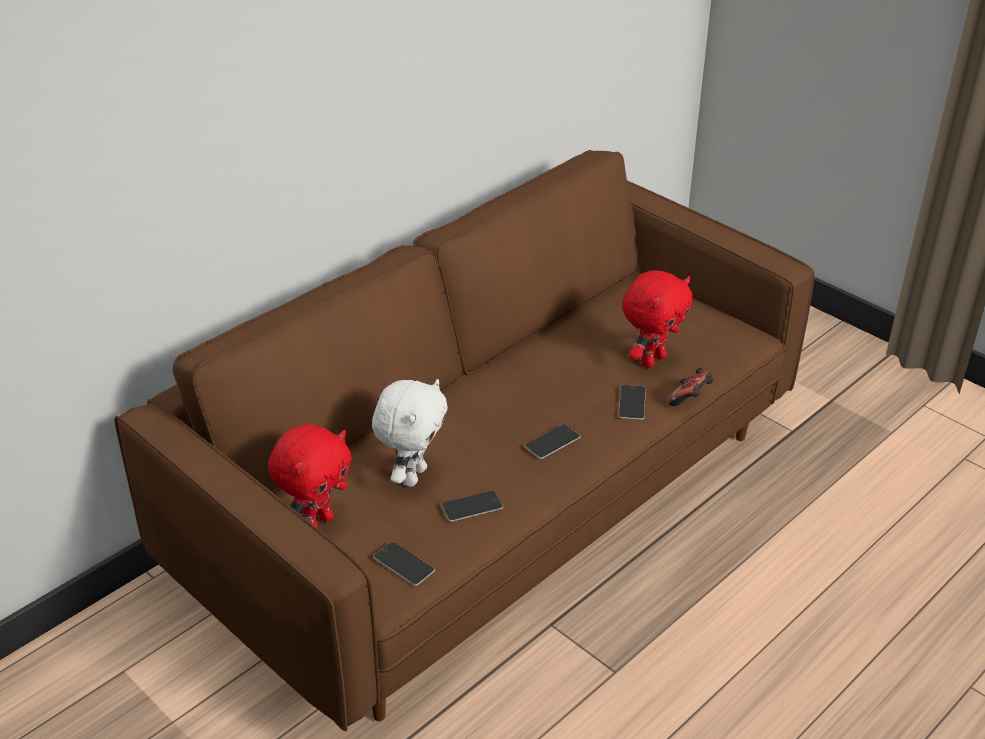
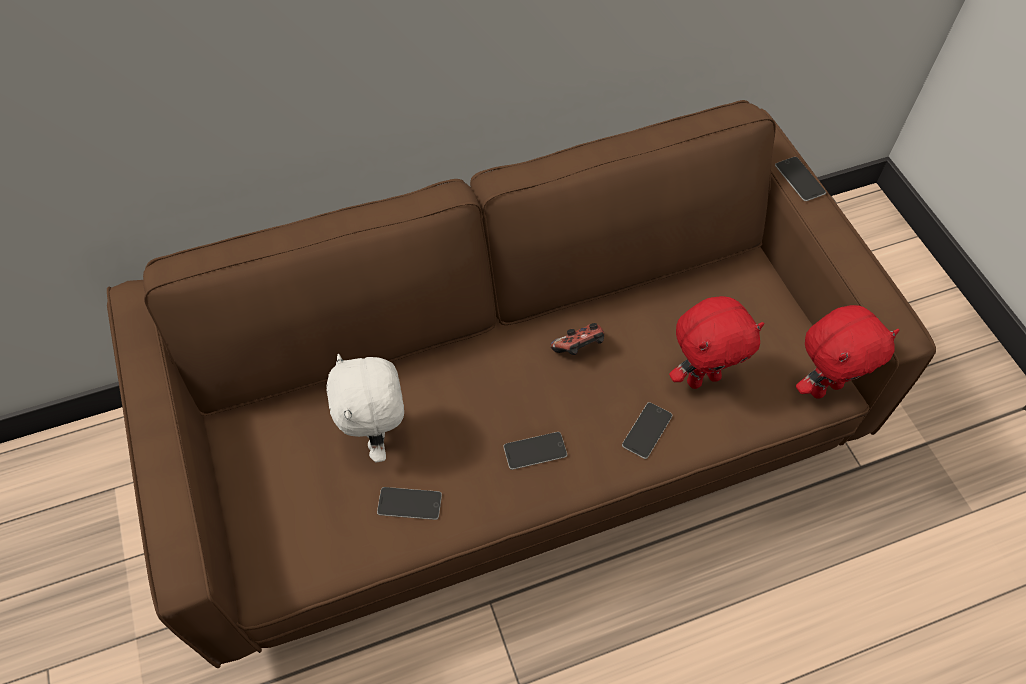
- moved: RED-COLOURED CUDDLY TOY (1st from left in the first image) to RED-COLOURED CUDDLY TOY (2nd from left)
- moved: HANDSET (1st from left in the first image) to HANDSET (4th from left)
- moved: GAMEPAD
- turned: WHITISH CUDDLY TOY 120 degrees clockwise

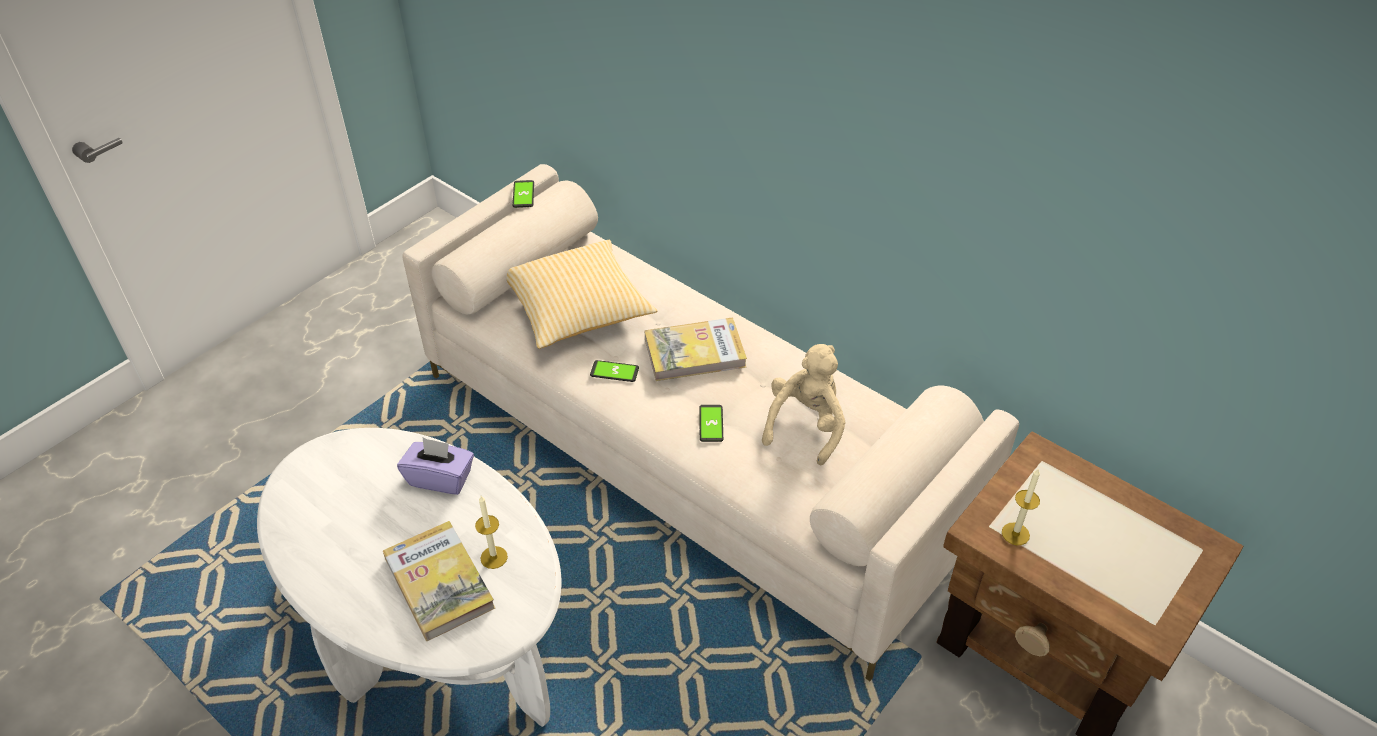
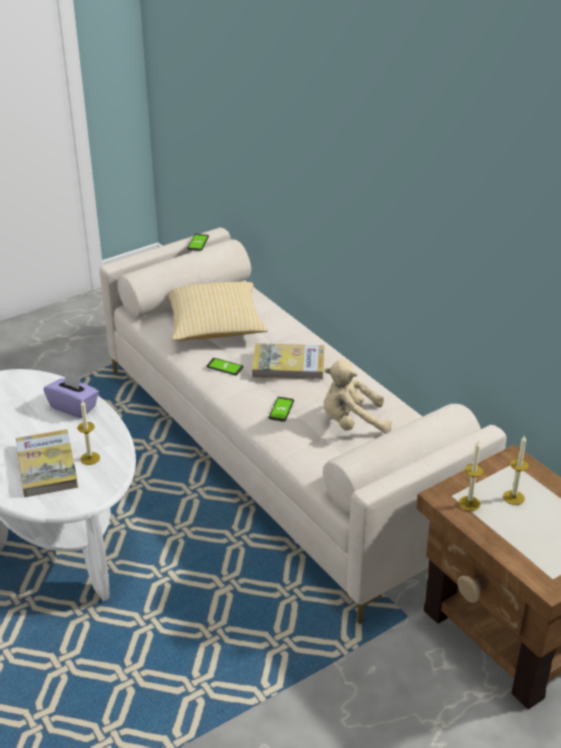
- added: CANDLE (3rd from left)
- turned: BEIGE CUDDLY TOY 135 degrees counterclockwise

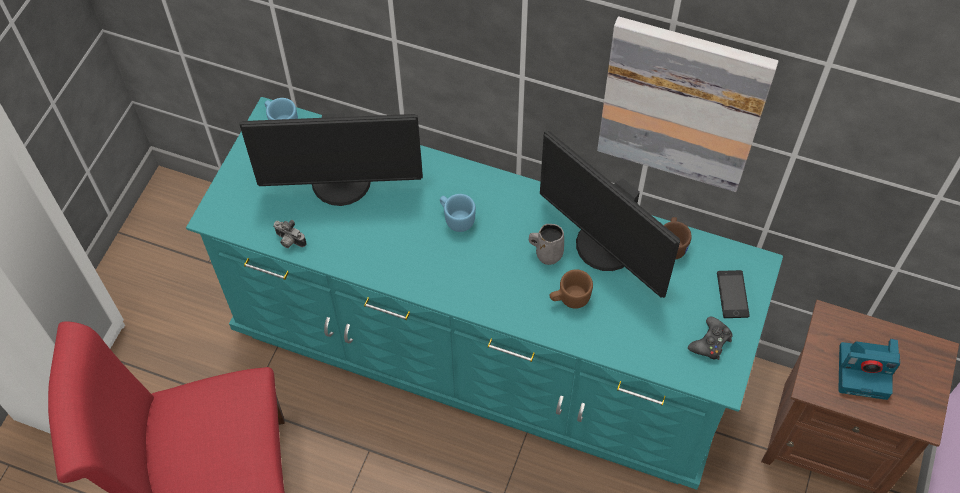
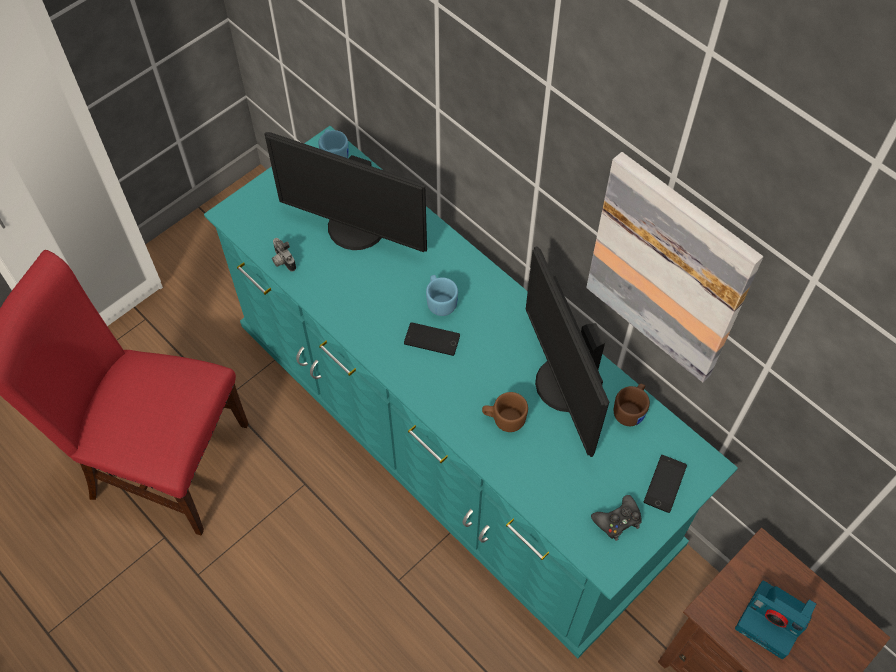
- removed: GREYISH TEA MUG
- added: HANDSET (1st from left)

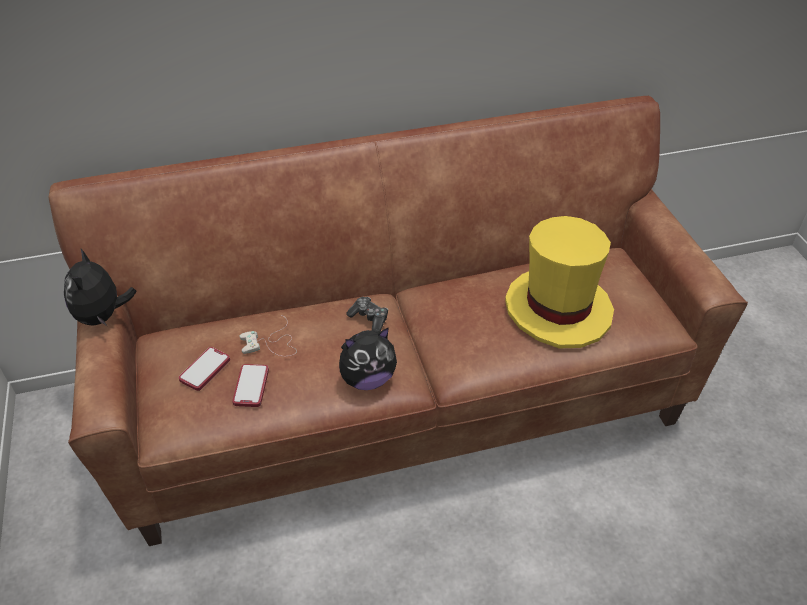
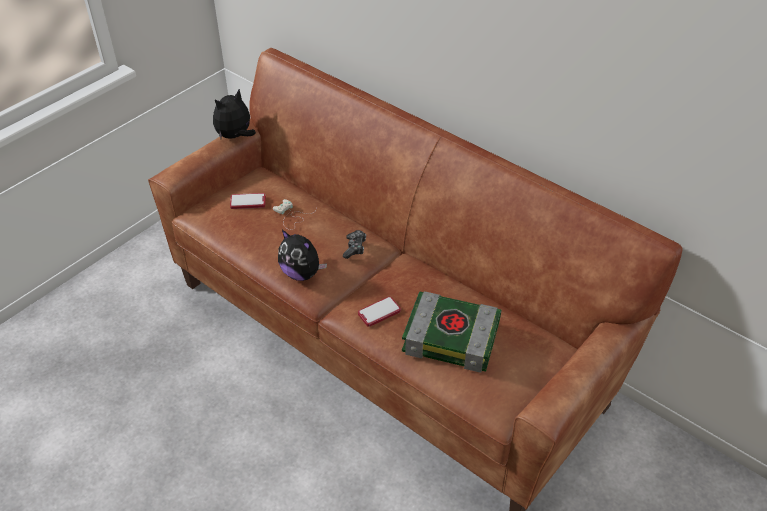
- moved: HANDSET (2nd from left)
- replaced: YELLOW-COLOURED HAT to VOLUME

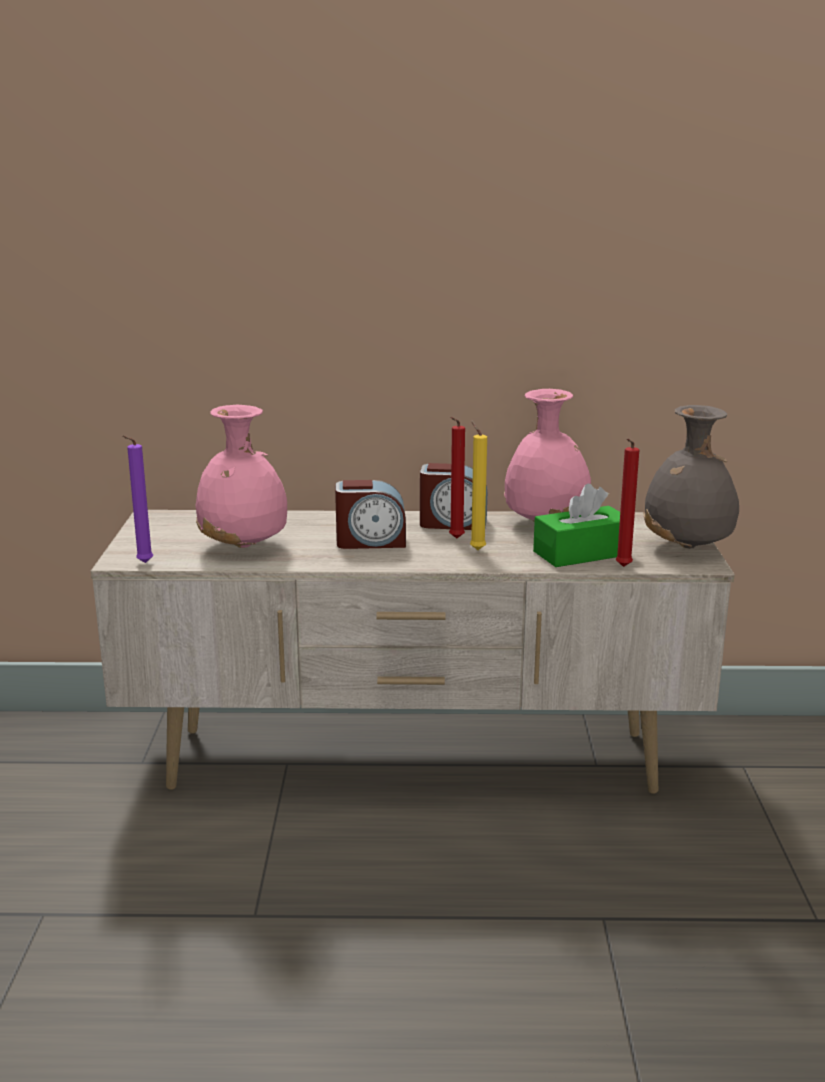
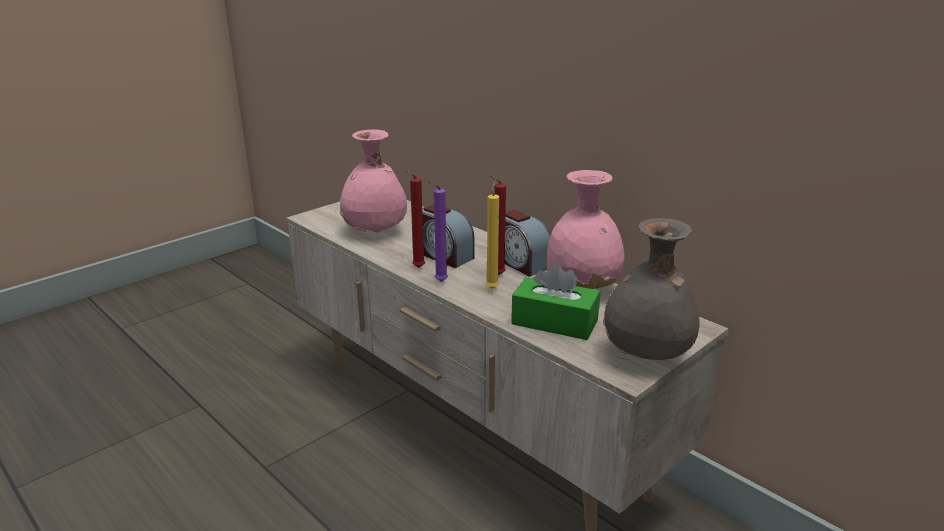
- moved: PURPLE CANDLE
- moved: RED-COLOURED CANDLE (2nd from left in the first image) to RED-COLOURED CANDLE (1st from left)

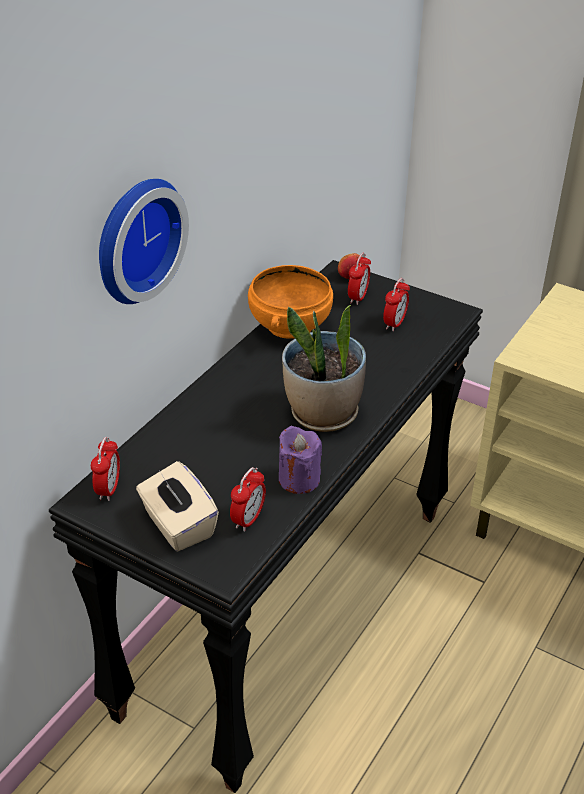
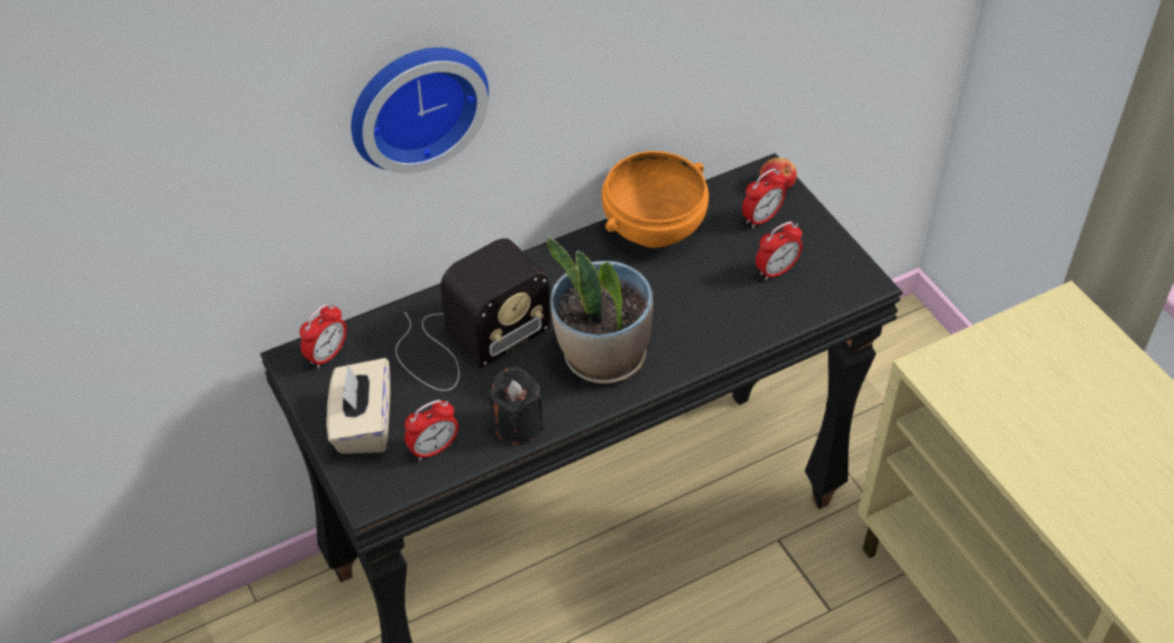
- added: RADIO SET
- recoloured: PURPLE CANDLE to BLACK CANDLE

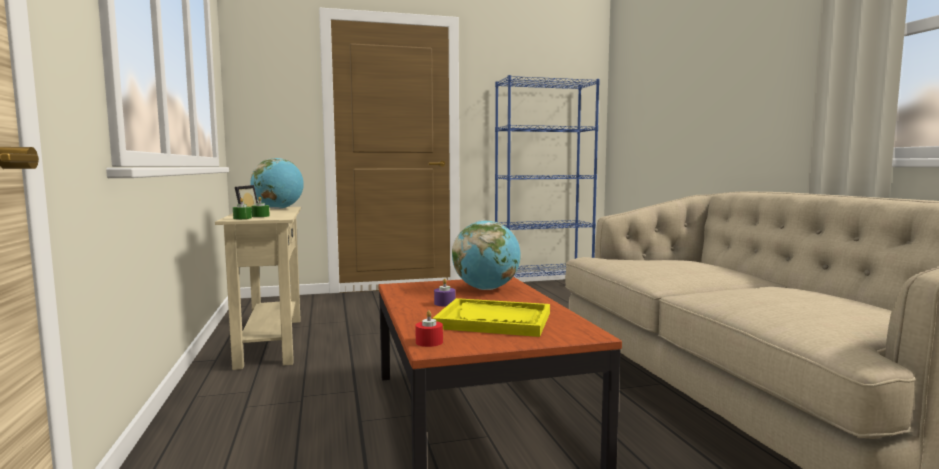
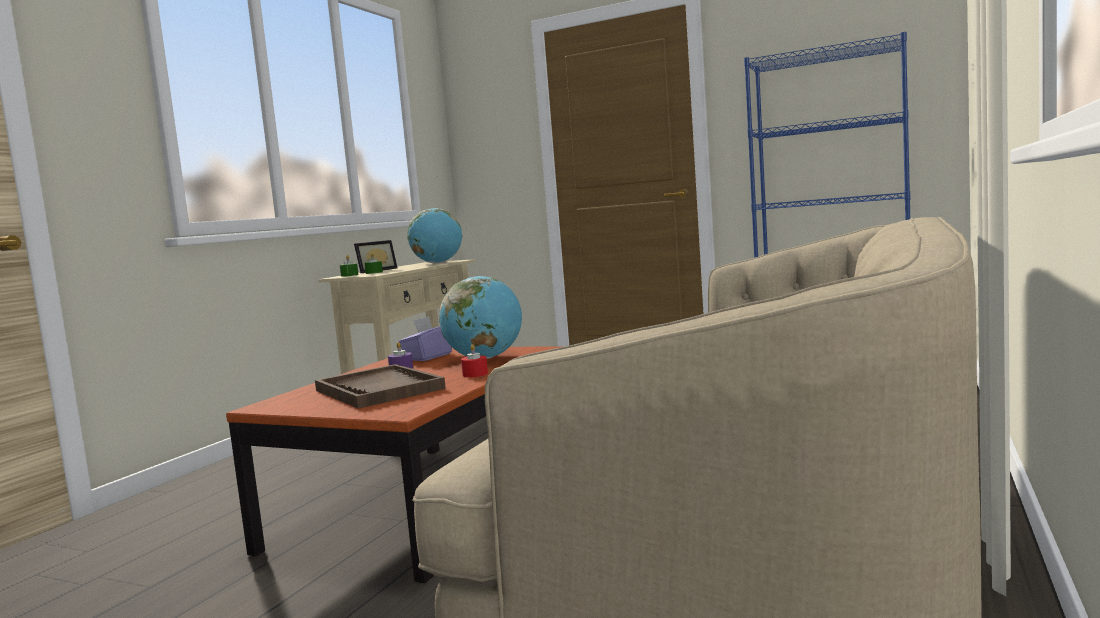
- added: PURPLE TISSUE HOLDER
- moved: RED-COLOURED CANDLE
- recoloured: YELLOW-COLOURED TRAY to BROWN-COLOURED TRAY

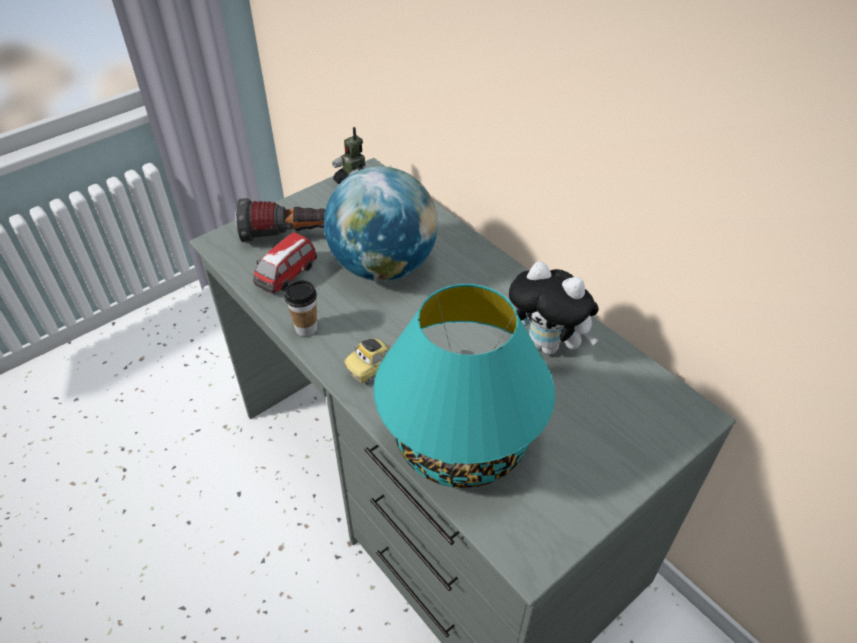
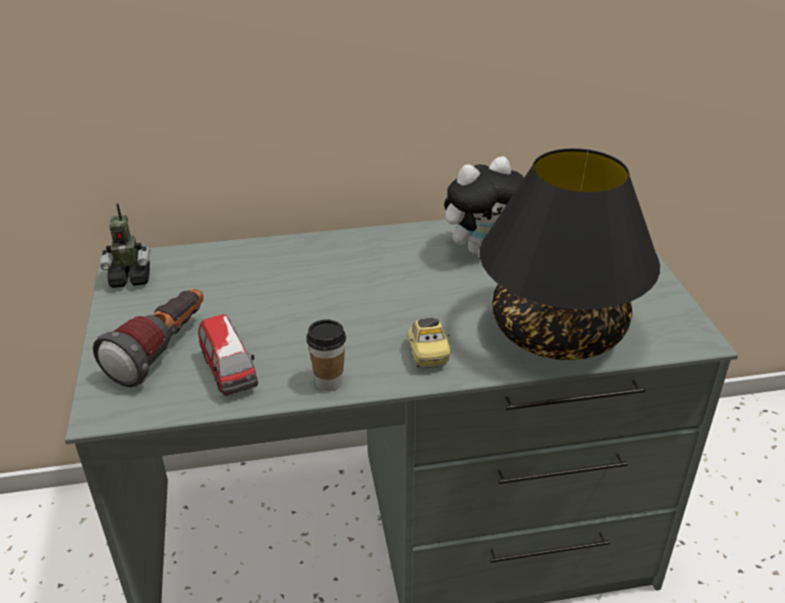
- removed: DESK GLOBE
- recoloured: BLUE-GREEN LAMP FOR A TABLE to BLACK LAMP FOR A TABLE

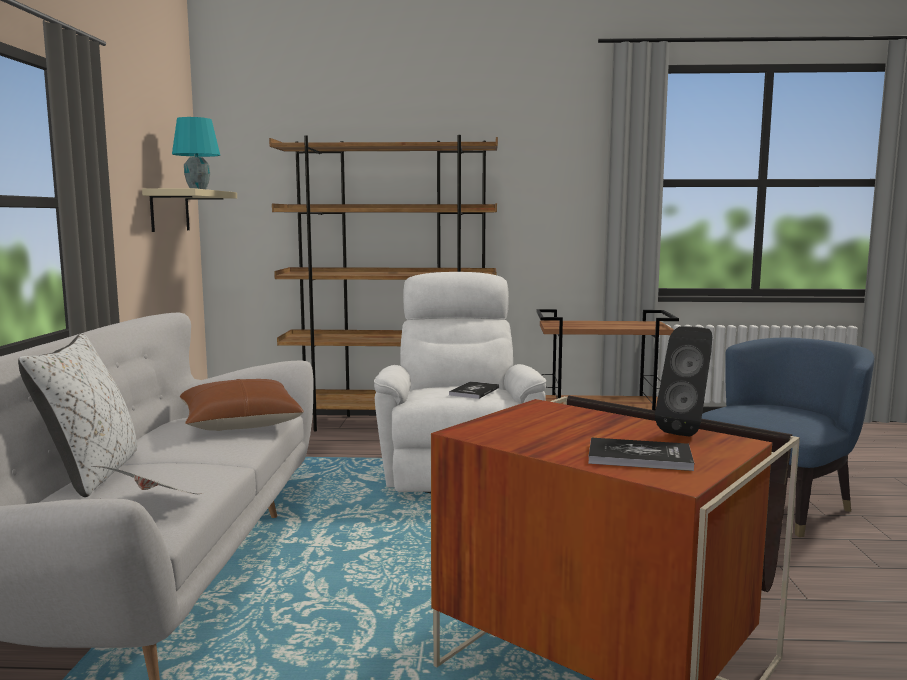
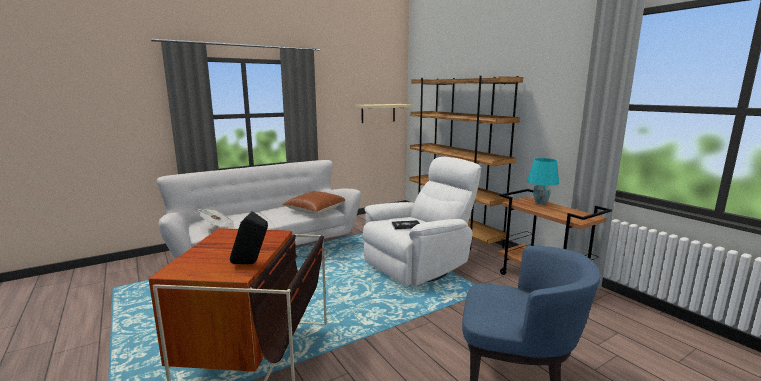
- removed: WHITISH CUSHION
- removed: VOLUME (2nd from left)
- moved: BLUE-GREEN LAMP FOR A TABLE

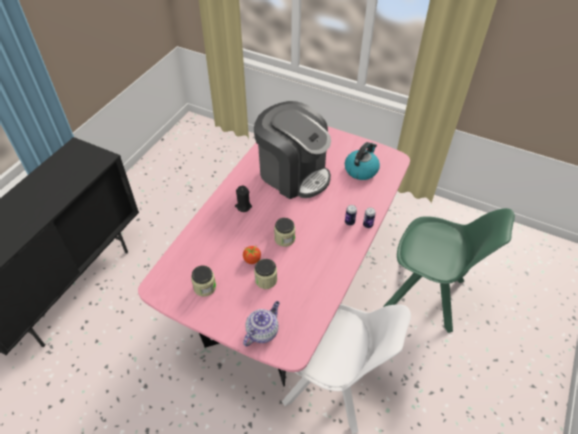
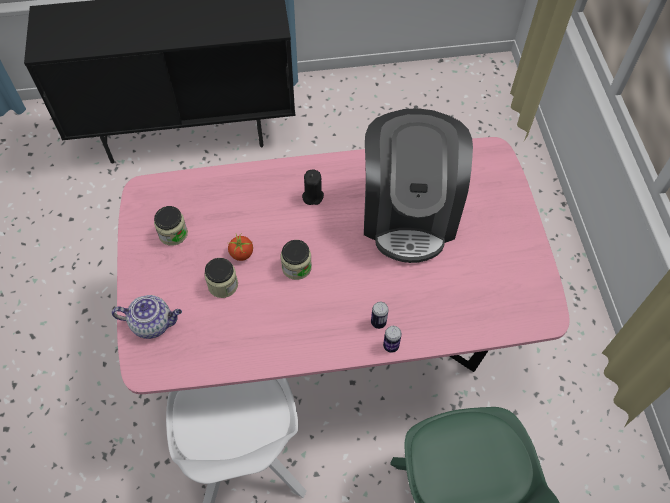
- removed: WATER KETTLE

